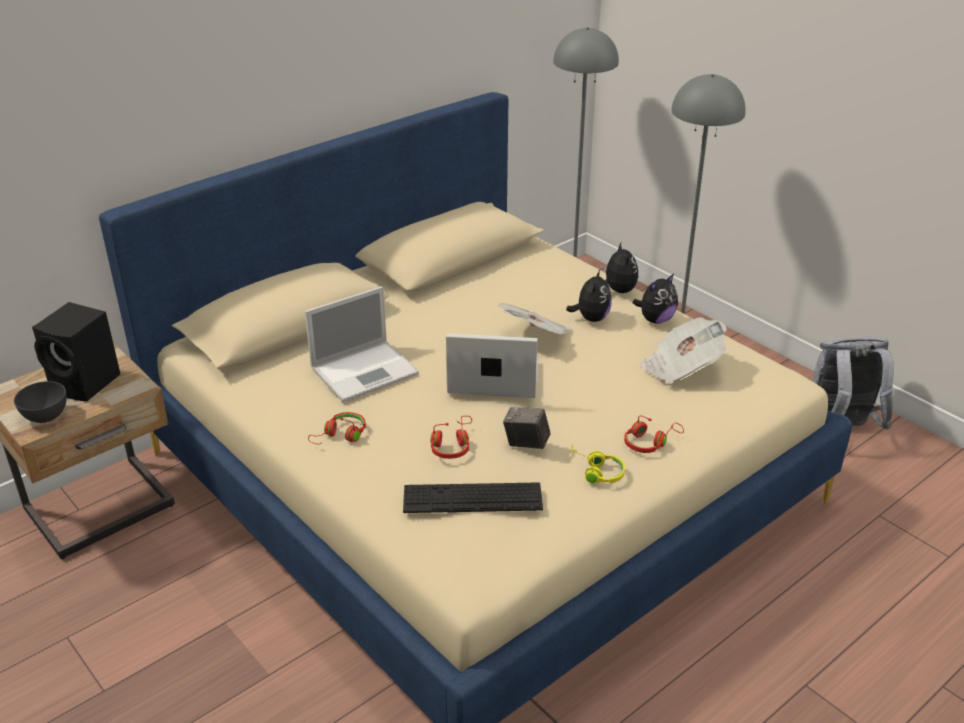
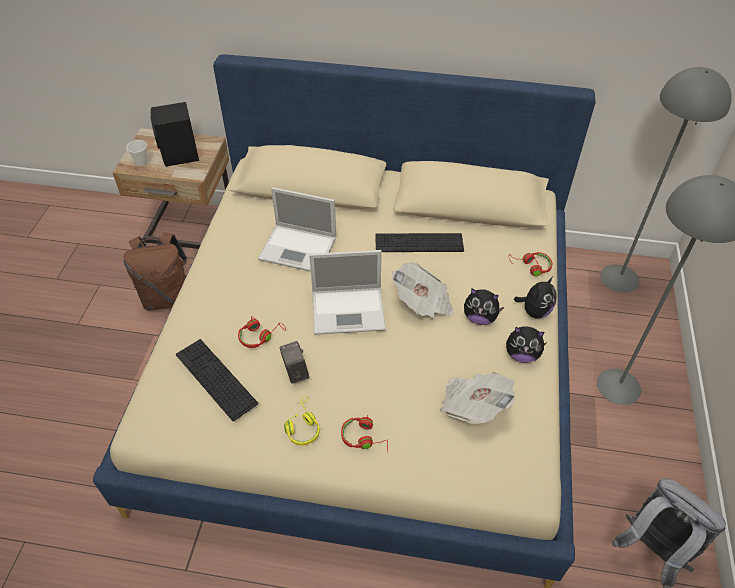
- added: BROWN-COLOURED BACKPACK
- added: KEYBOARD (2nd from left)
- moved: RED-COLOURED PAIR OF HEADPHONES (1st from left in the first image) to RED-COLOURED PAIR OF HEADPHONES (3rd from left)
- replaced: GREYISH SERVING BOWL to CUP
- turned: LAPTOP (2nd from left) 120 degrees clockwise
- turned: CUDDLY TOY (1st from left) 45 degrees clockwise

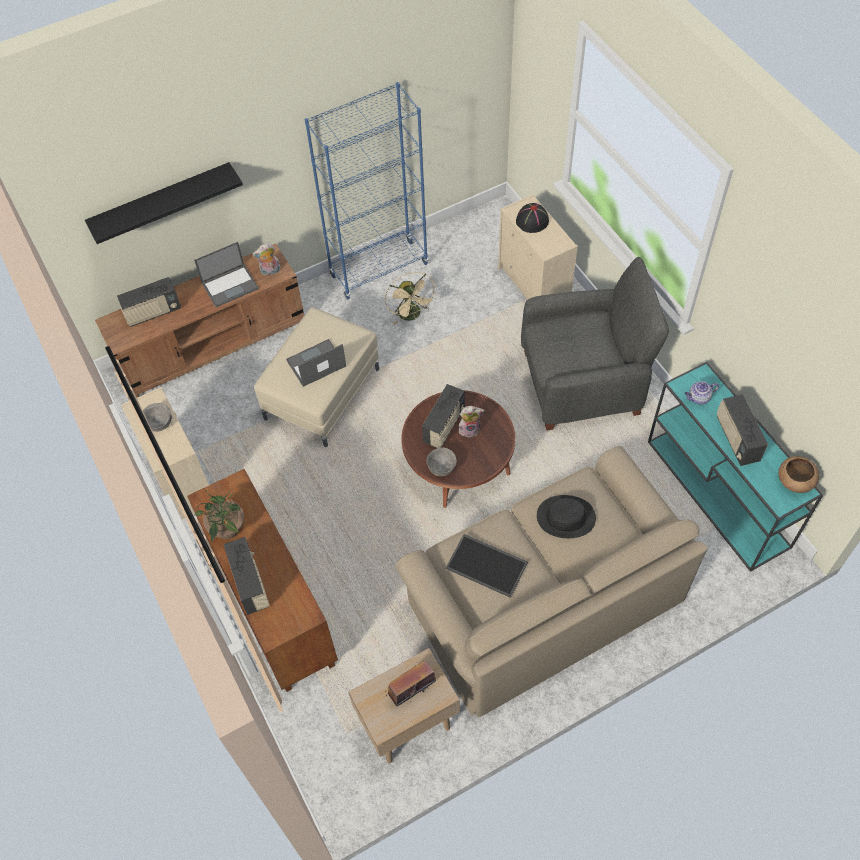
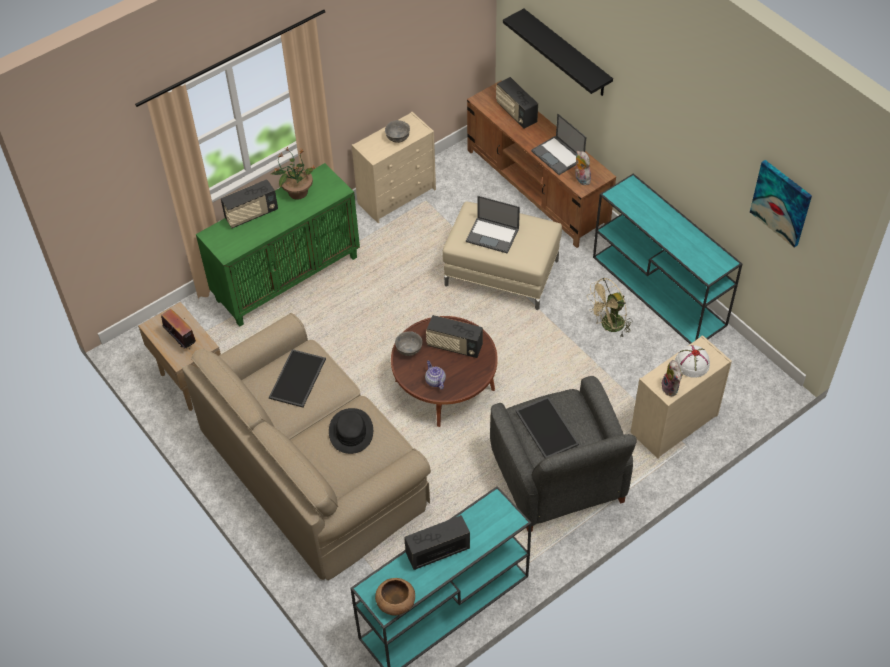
- added: TRAY (2nd from left)
- added: PICTURE
- moved: CUDDLY TOY (2nd from left)
- moved: TEAPOT
- replaced: BLUE-COLOURED BOOKSHELF to BLUE-GREEN CONSOLE TABLE (2nd from left)
- recoloured: BROWN-COLOURED CABINET to GREEN CABINET
- recoloured: BLACK HAT (1st from left) to WHITISH HAT
- turned: LAPTOP (2nd from left in the first image) 150 degrees clockwise

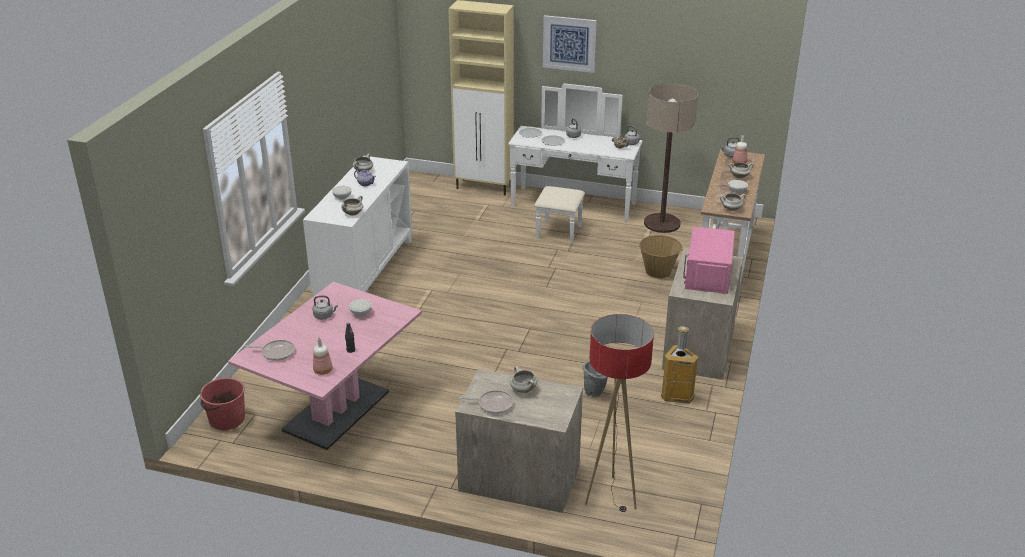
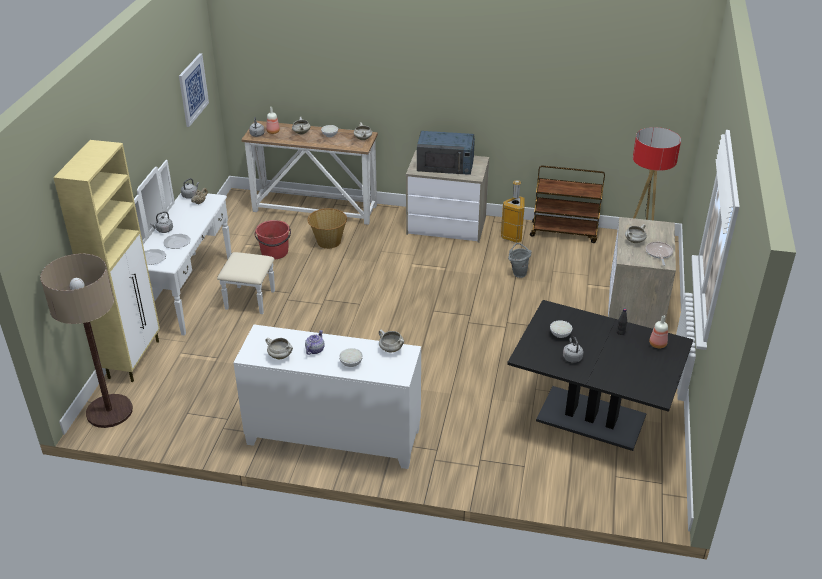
- removed: PAN (1st from left)
- added: BROWN-COLOURED CART
- moved: RED-COLOURED WATER BUCKET
- moved: PICTURE
- moved: STANDING LAMP (2nd from left in the first image) to STANDING LAMP (1st from left)
- recoloured: PINK DINING TABLE to BLACK DINING TABLE
- recoloured: PINK KITCHEN MICROWAVE to BLUE-COLOURED KITCHEN MICROWAVE

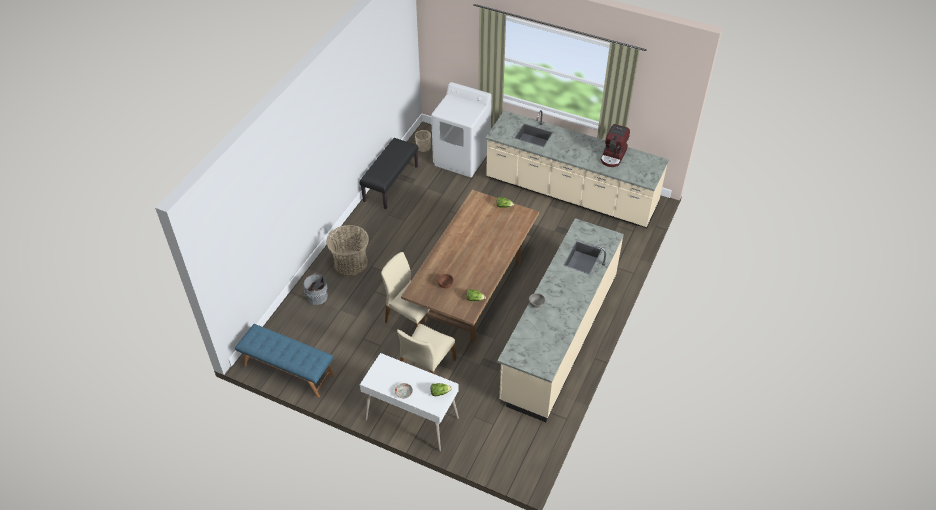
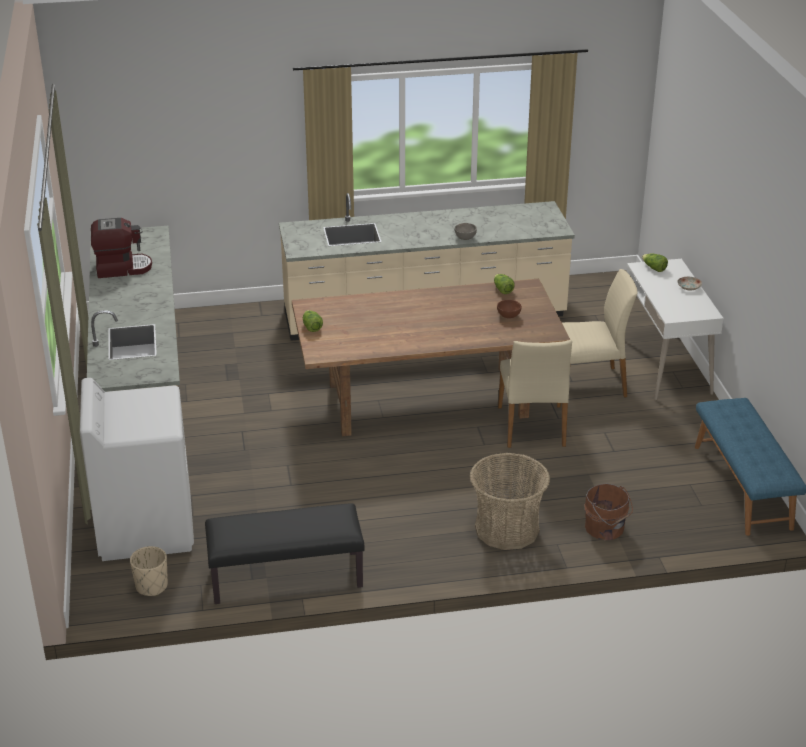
- recoloured: GREYISH WATER BUCKET to BROWN-COLOURED WATER BUCKET

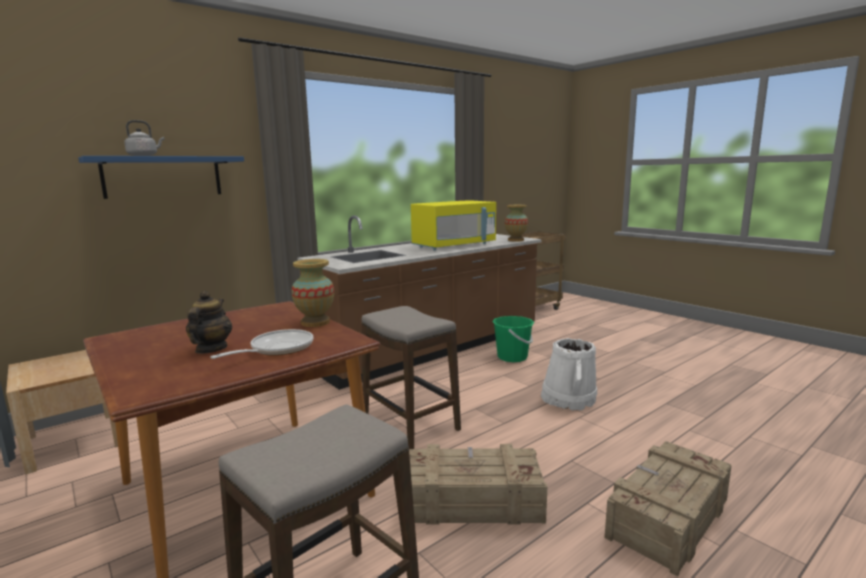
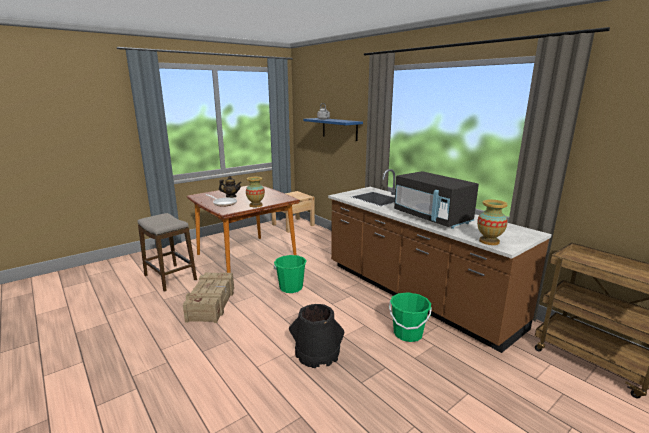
- removed: SHIPPING CRATE (2nd from left)
- replaced: STOOL (2nd from left) to GREEN WATER BUCKET (1st from left)
- recoloured: YELLOW-COLOURED KITCHEN MICROWAVE to BLACK KITCHEN MICROWAVE
- recoloured: WHITISH WATER BUCKET to BLACK WATER BUCKET

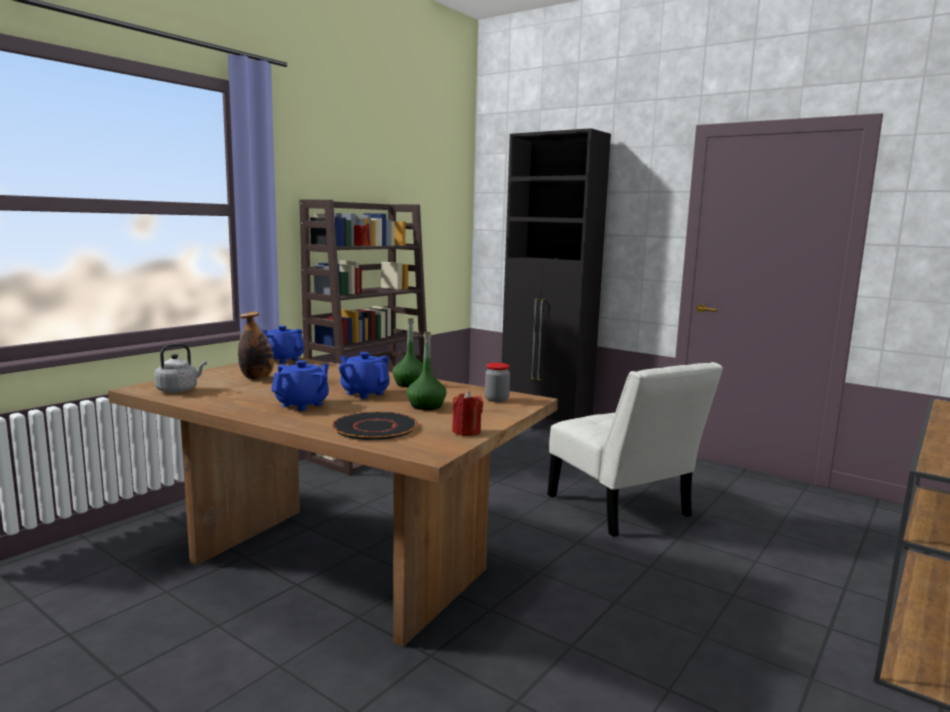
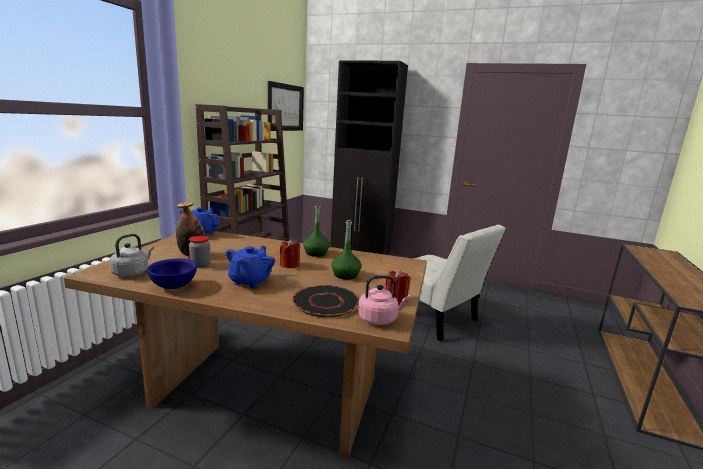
- added: BLUE-COLOURED SERVING BOWL
- added: PICTURE
- added: PINK WATER KETTLE
- moved: PRESERVE JAR
- replaced: BLUE-COLOURED TEAPOT (3rd from left) to RED-COLOURED CANDLE (2nd from left)

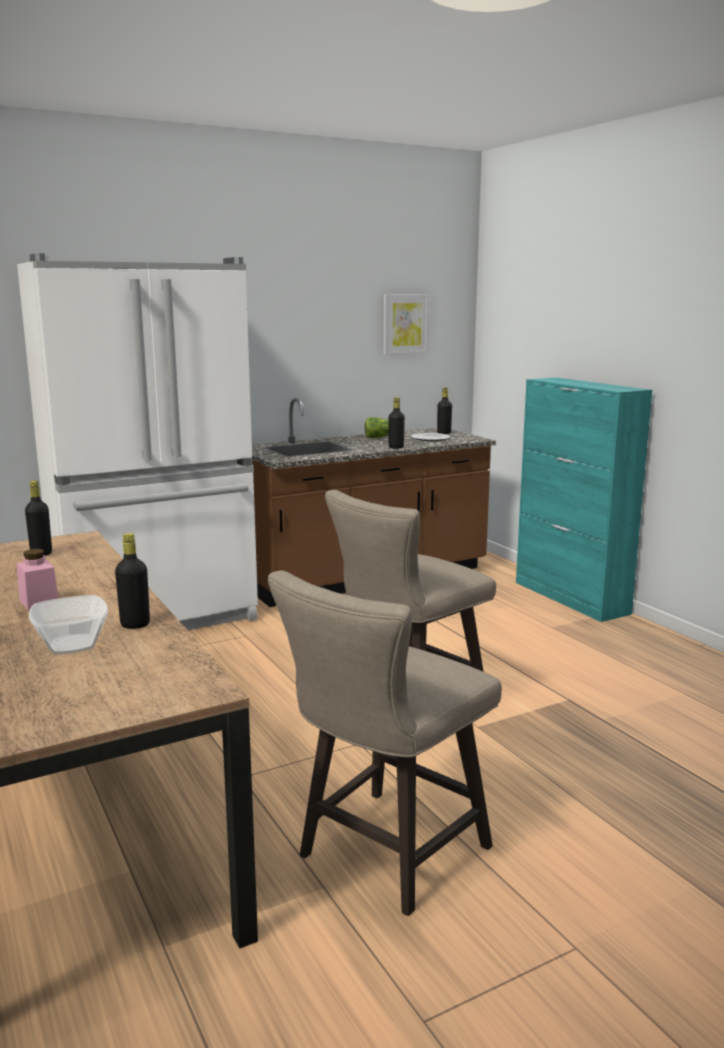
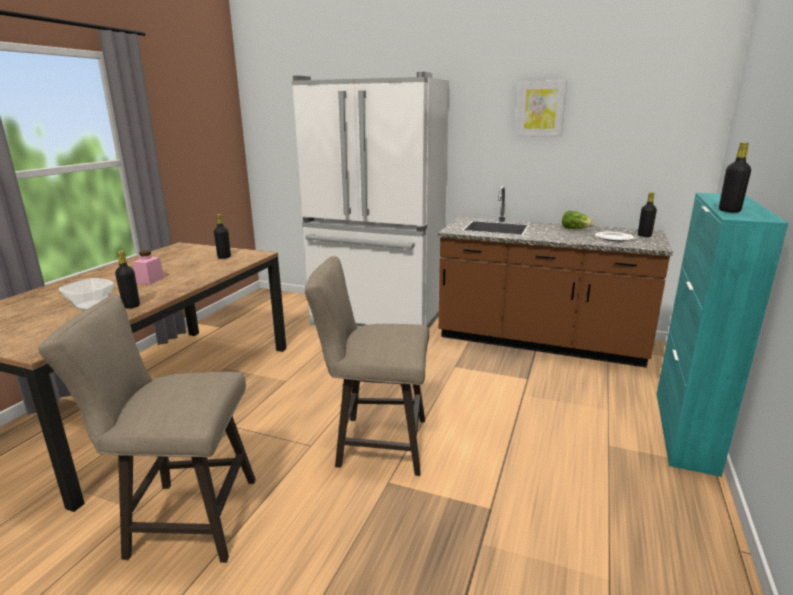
- moved: PICTURE
- moved: BLACK DRINK BOTTLE (3rd from left in the first image) to BLACK DRINK BOTTLE (4th from left)

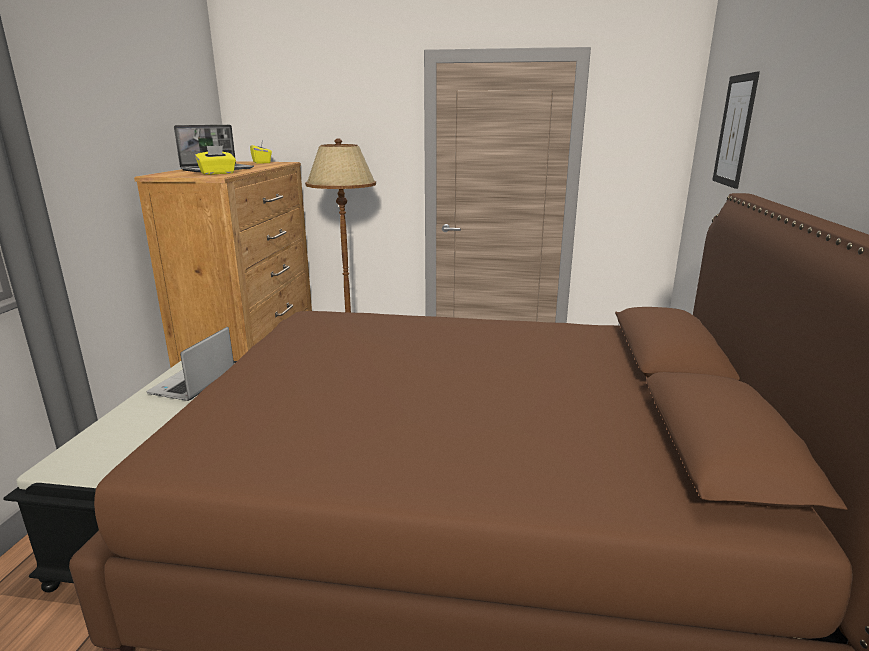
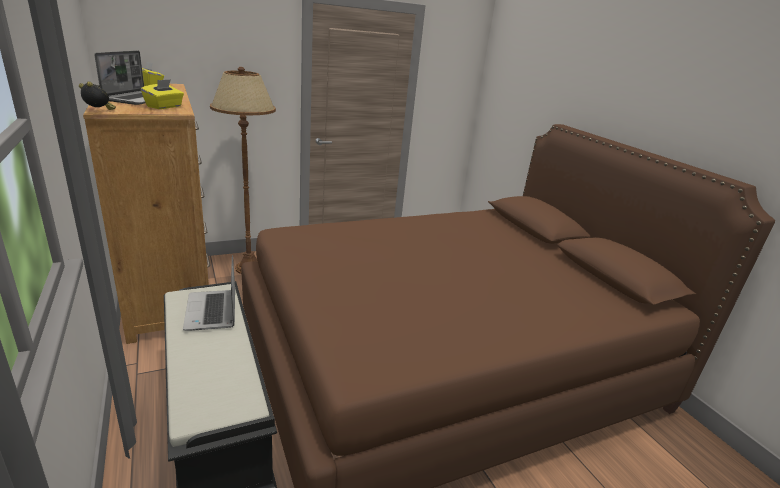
- removed: PICTURE
- added: TABLE CLOCK

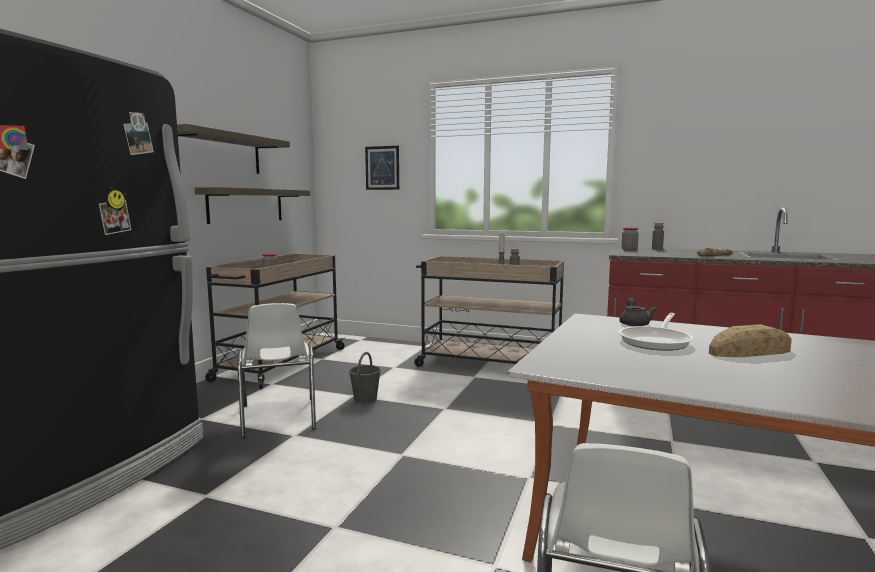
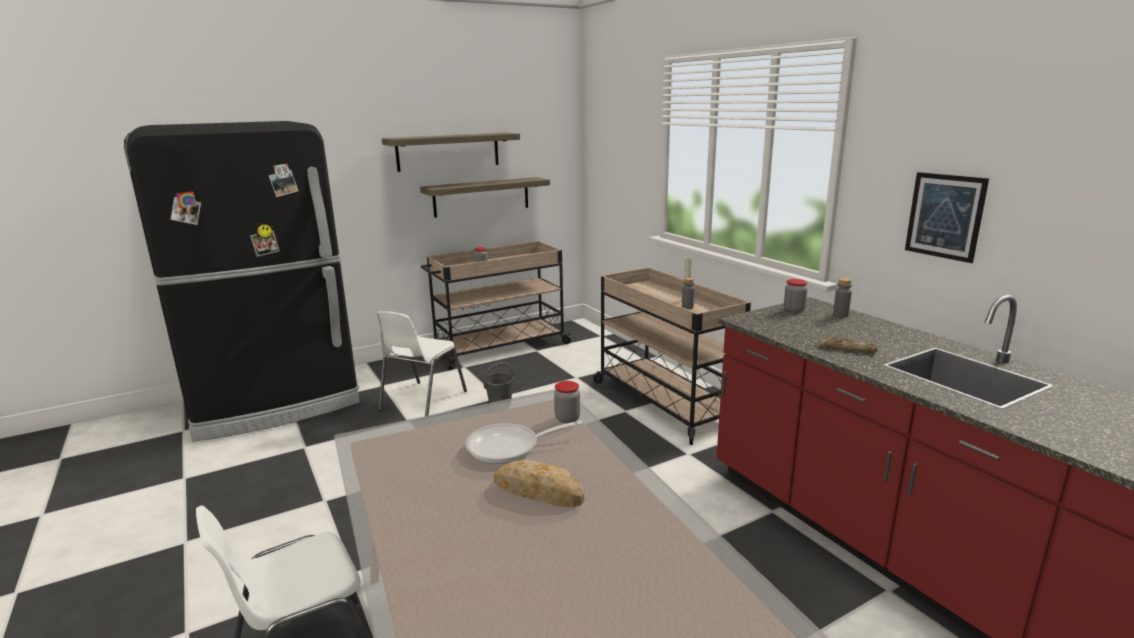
- moved: PICTURE
- replaced: GREYISH TEAPOT to PRESERVE JAR (2nd from left)

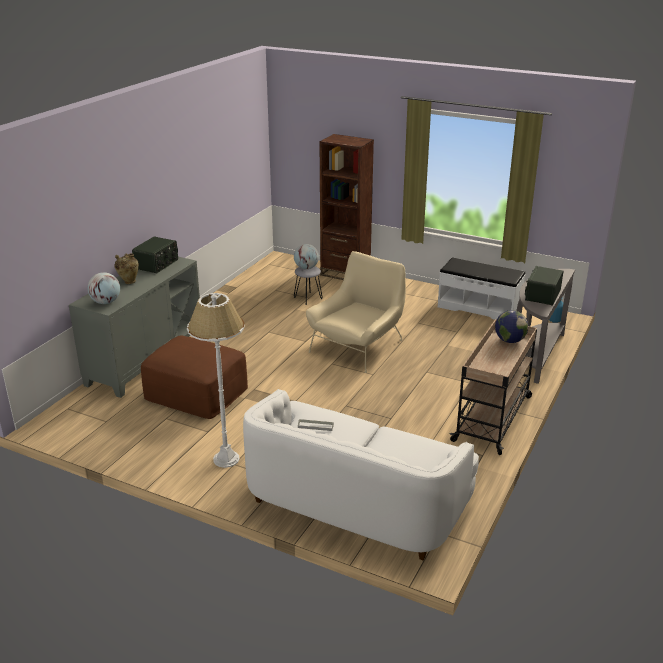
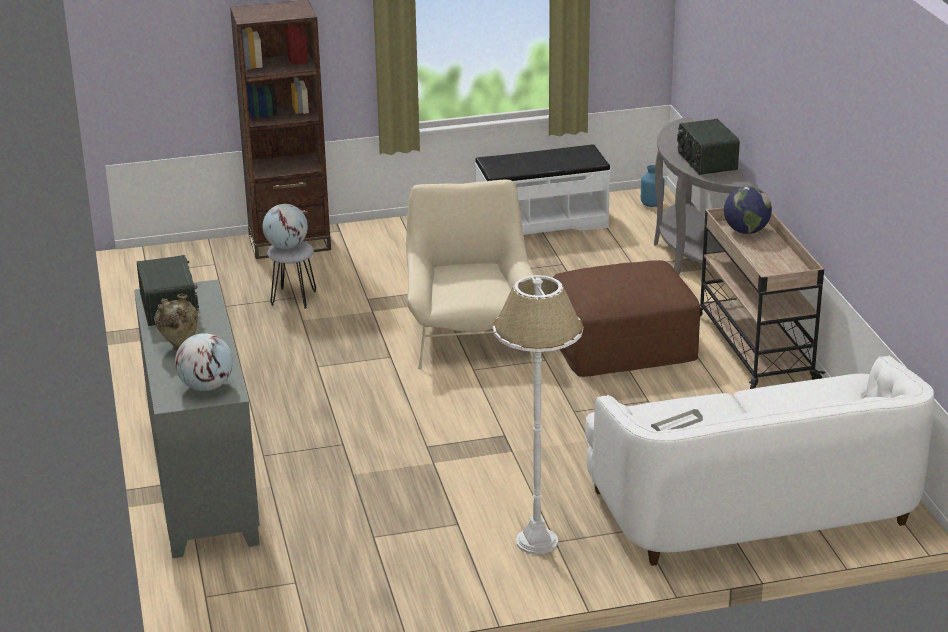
- moved: BROWN-COLOURED OTTOMAN

